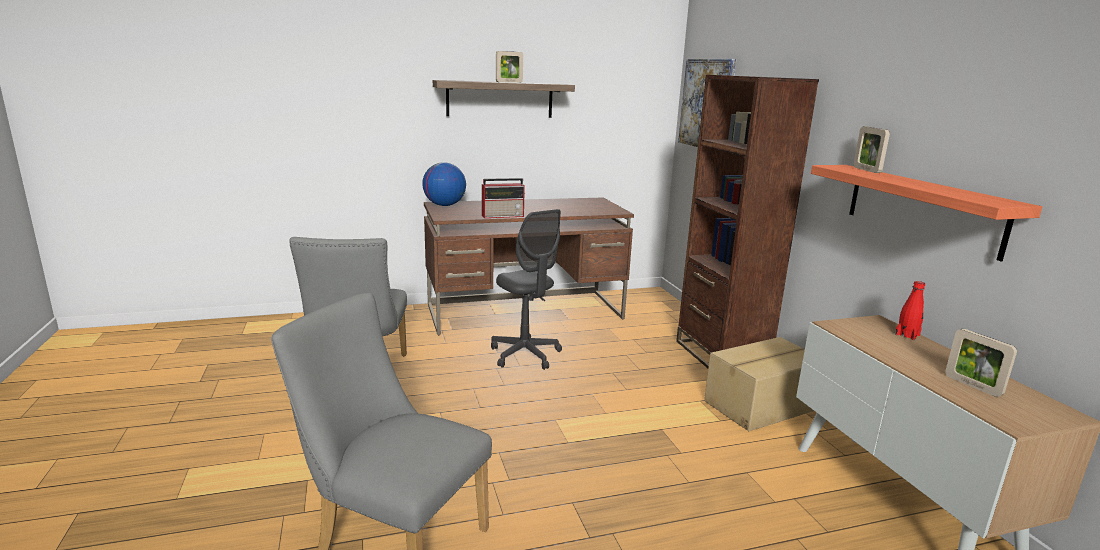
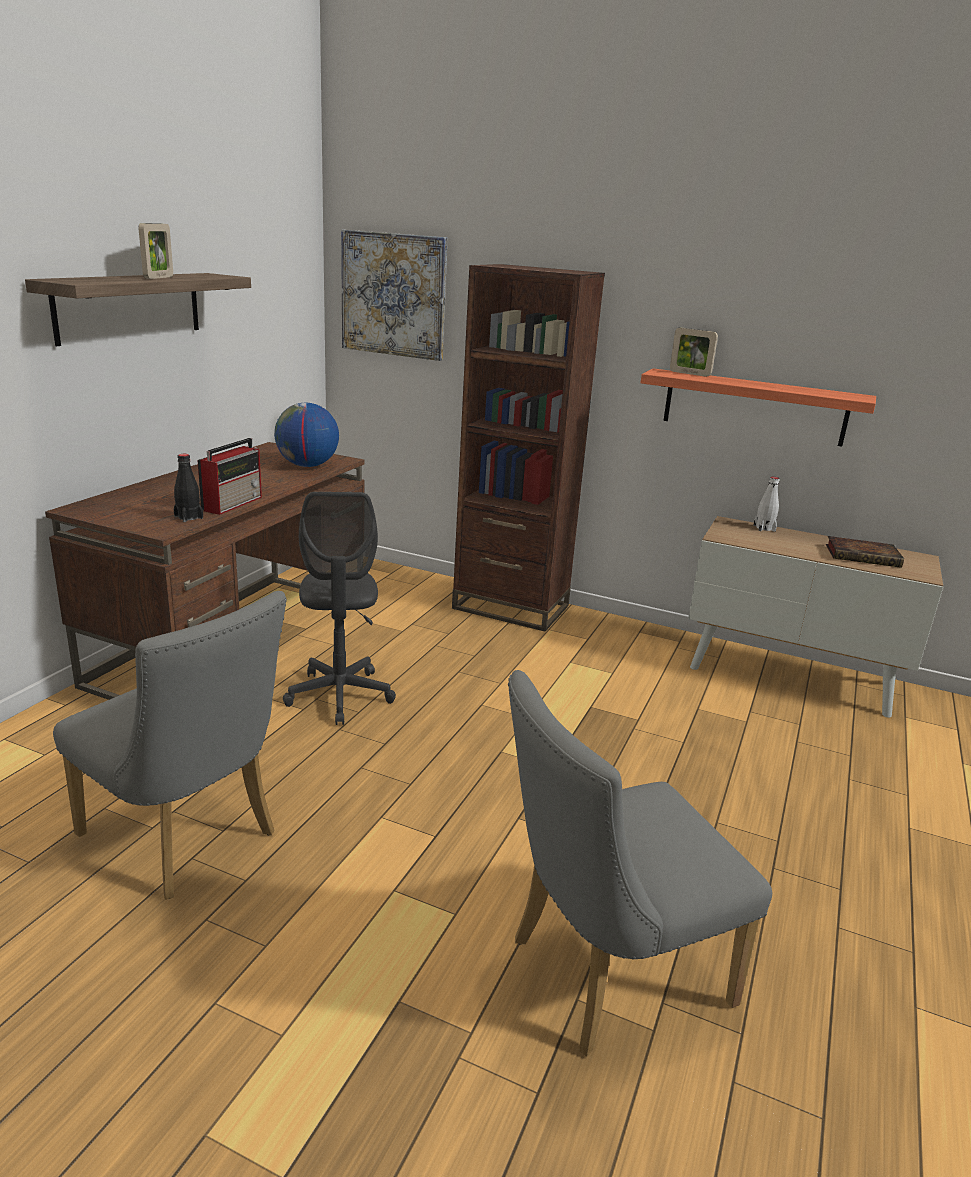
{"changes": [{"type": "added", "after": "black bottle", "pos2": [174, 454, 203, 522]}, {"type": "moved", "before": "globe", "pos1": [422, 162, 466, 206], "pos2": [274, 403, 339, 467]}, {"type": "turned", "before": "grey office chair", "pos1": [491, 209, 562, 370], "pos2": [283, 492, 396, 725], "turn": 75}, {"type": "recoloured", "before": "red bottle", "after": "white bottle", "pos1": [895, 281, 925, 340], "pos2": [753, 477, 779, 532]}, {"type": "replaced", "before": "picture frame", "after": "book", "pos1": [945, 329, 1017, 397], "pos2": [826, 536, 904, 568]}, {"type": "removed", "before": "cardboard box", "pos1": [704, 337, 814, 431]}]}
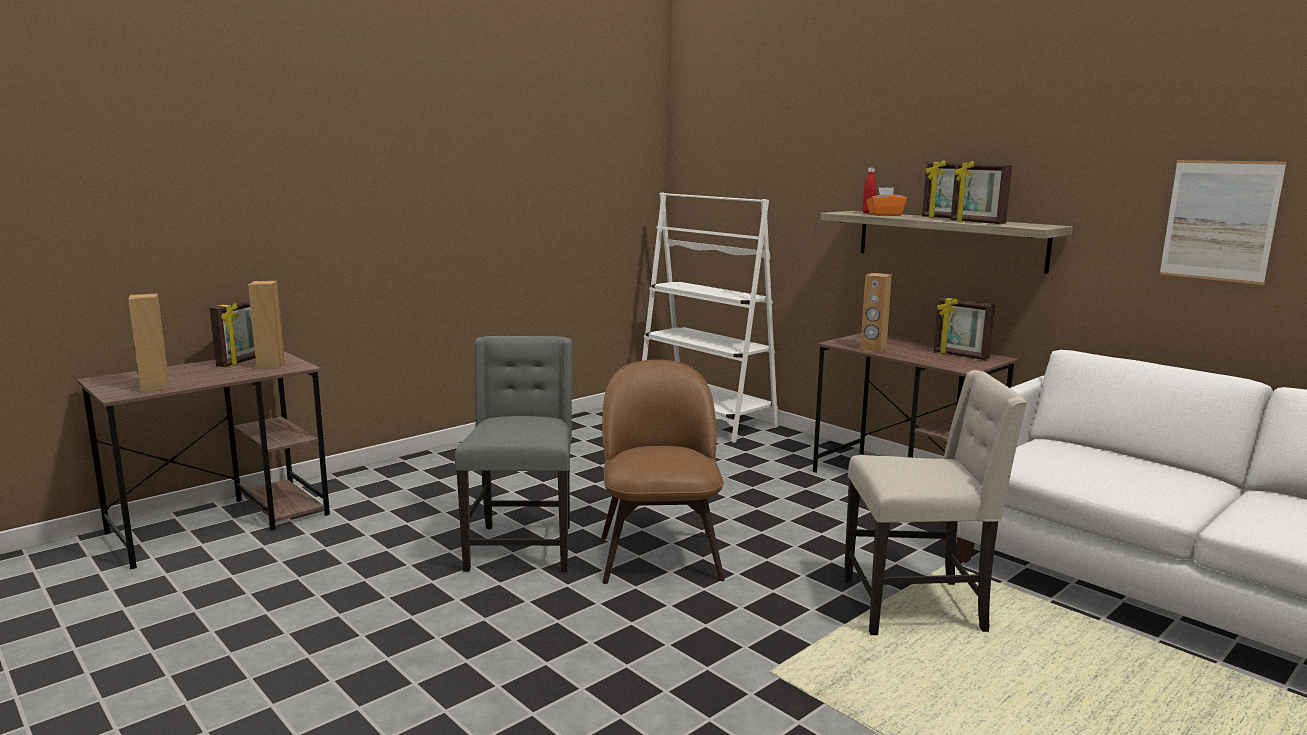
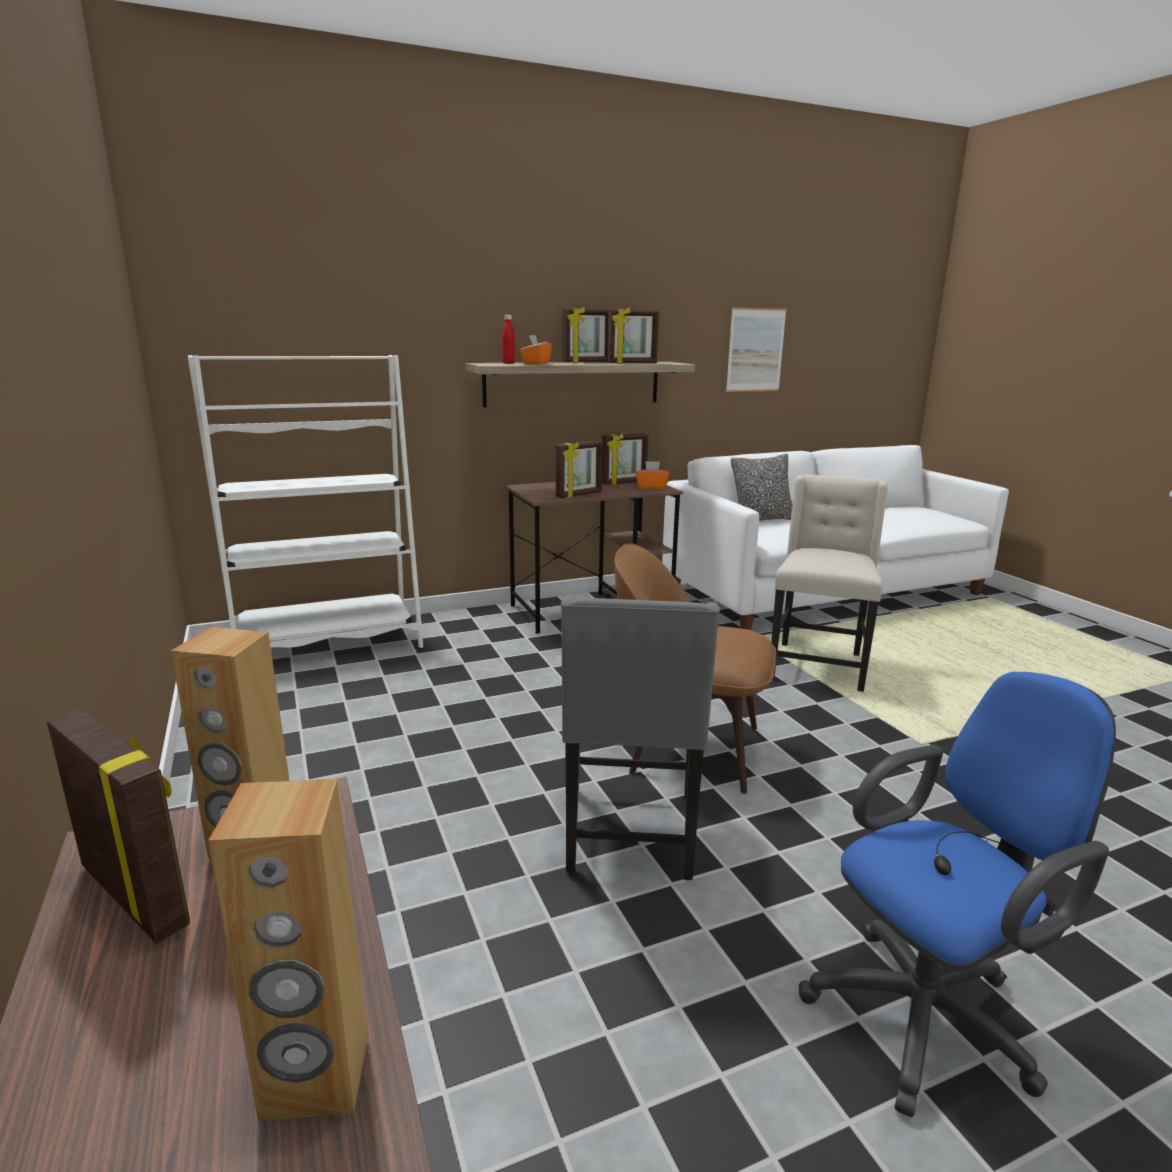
{"changes": [{"type": "replaced", "before": "brown speaker", "after": "picture frame", "pos1": [860, 273, 892, 353], "pos2": [556, 440, 603, 498]}, {"type": "turned", "before": "grey chair", "pos1": [455, 336, 572, 572], "pos2": [561, 597, 720, 880], "turn": -105}, {"type": "added", "after": "orange tissue box", "pos2": [636, 461, 669, 489]}, {"type": "added", "after": "pillow", "pos2": [731, 454, 793, 521]}, {"type": "added", "after": "blue office chair", "pos2": [799, 672, 1116, 1117]}]}
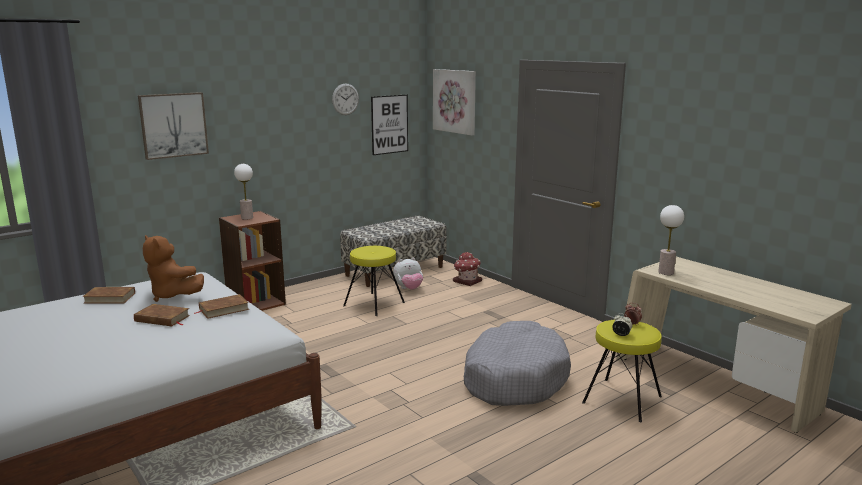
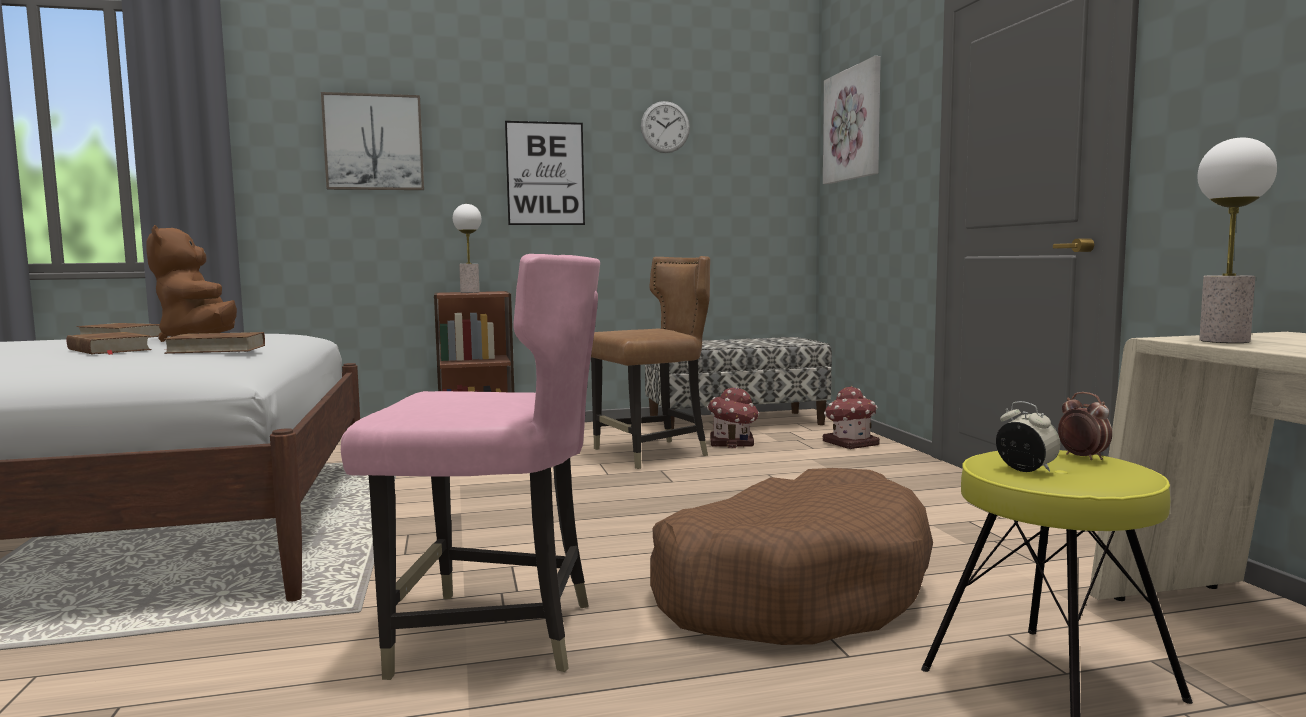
{"changes": [{"type": "added", "after": "pink chair", "pos2": [341, 254, 600, 680]}, {"type": "moved", "before": "picture", "pos1": [371, 94, 408, 155], "pos2": [505, 121, 585, 225]}, {"type": "replaced", "before": "yellow stool", "after": "brown chair", "pos1": [343, 246, 405, 316], "pos2": [591, 256, 710, 469]}, {"type": "recoloured", "before": "grey dog bed", "after": "brown dog bed", "pos1": [464, 321, 571, 406], "pos2": [650, 468, 933, 645]}, {"type": "replaced", "before": "plush toy", "after": "toy house", "pos1": [393, 257, 423, 290], "pos2": [707, 387, 759, 448]}]}
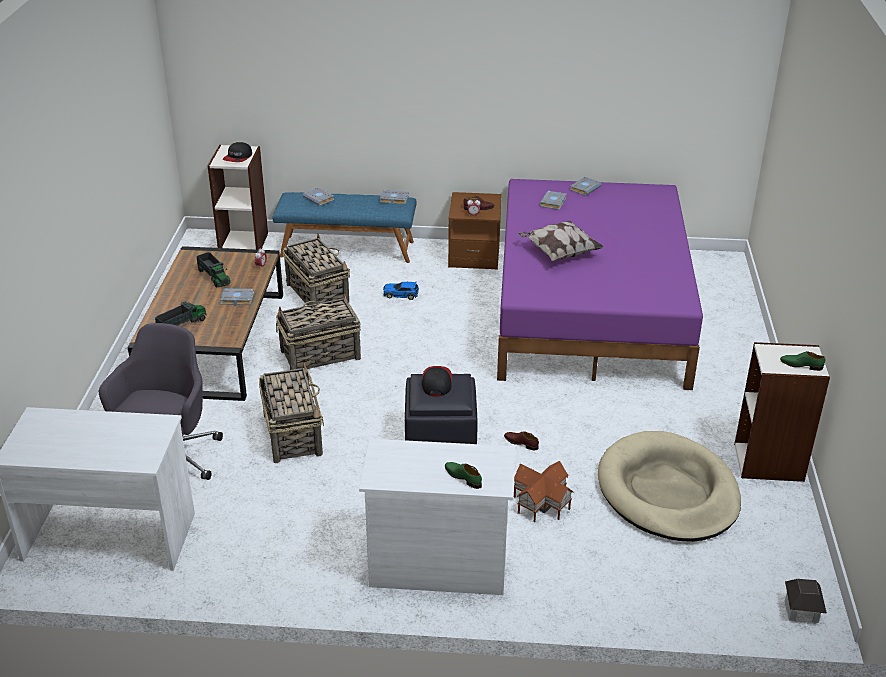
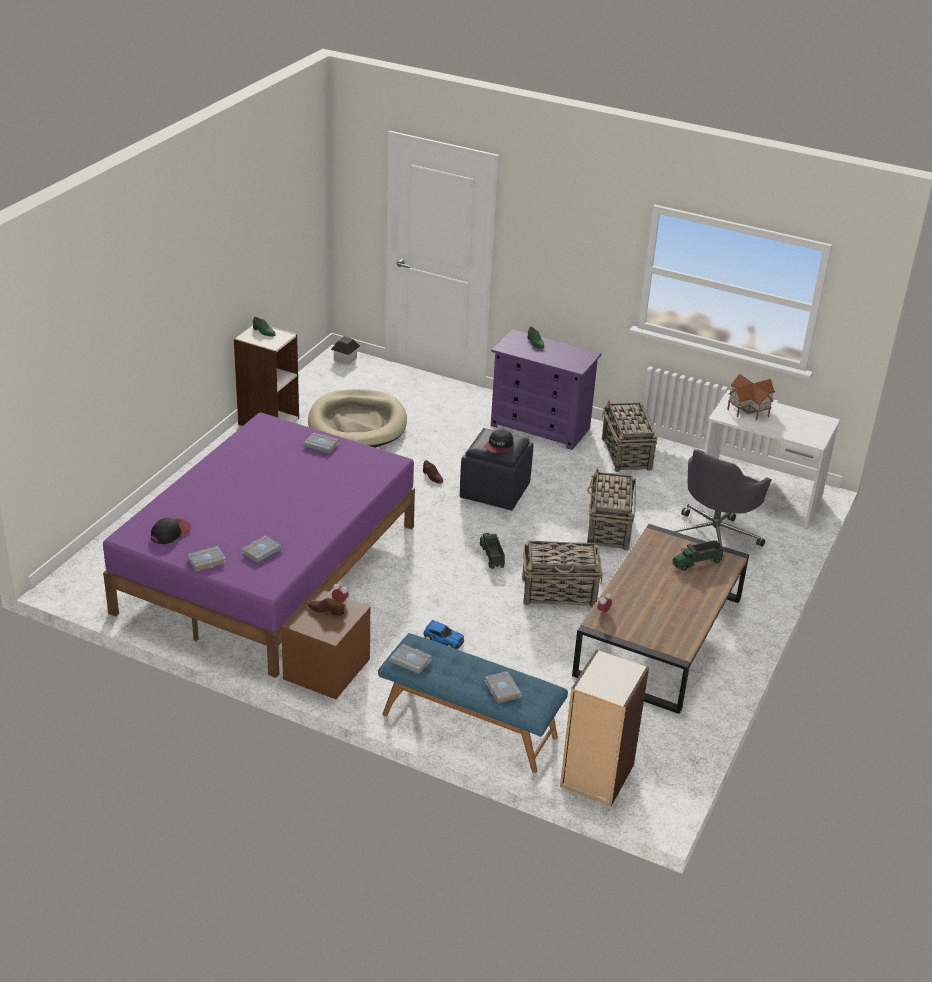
{"changes": [{"type": "moved", "before": "cap", "pos1": [223, 142, 252, 162], "pos2": [151, 518, 191, 544]}, {"type": "moved", "before": "grey book", "pos1": [220, 288, 254, 305], "pos2": [303, 433, 339, 454]}, {"type": "moved", "before": "toy truck", "pos1": [197, 252, 231, 288], "pos2": [480, 533, 505, 569]}, {"type": "recoloured", "before": "white dresser", "after": "purple dresser", "pos1": [359, 439, 515, 595], "pos2": [491, 329, 602, 450]}, {"type": "moved", "before": "basket", "pos1": [283, 233, 350, 306], "pos2": [602, 401, 658, 472]}, {"type": "moved", "before": "toy house", "pos1": [514, 461, 573, 522], "pos2": [727, 374, 775, 421]}, {"type": "removed", "before": "pillow", "pos1": [518, 221, 604, 261]}]}
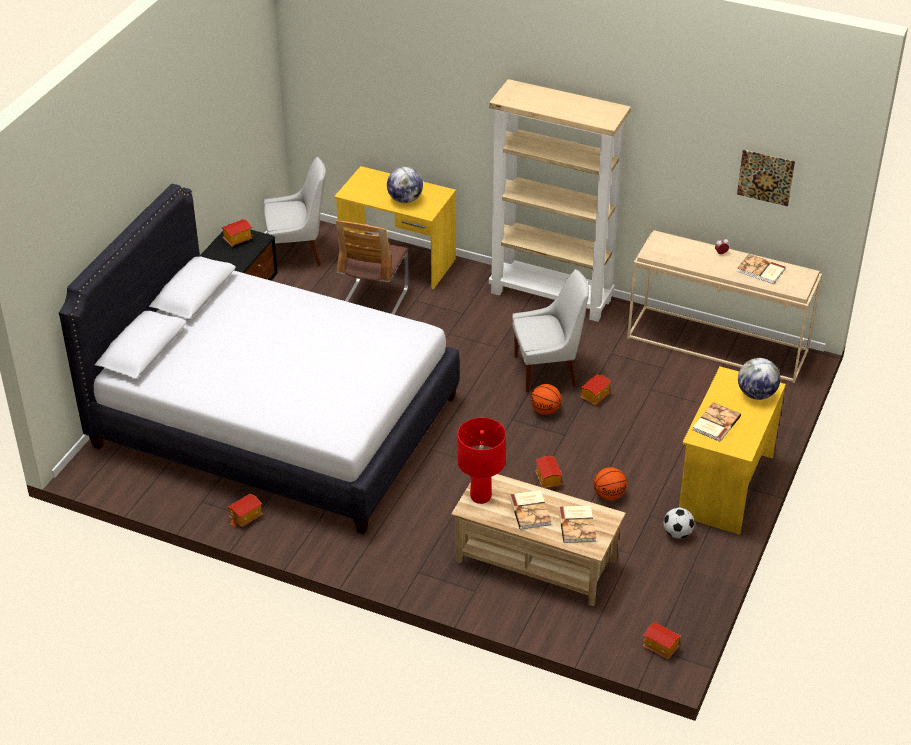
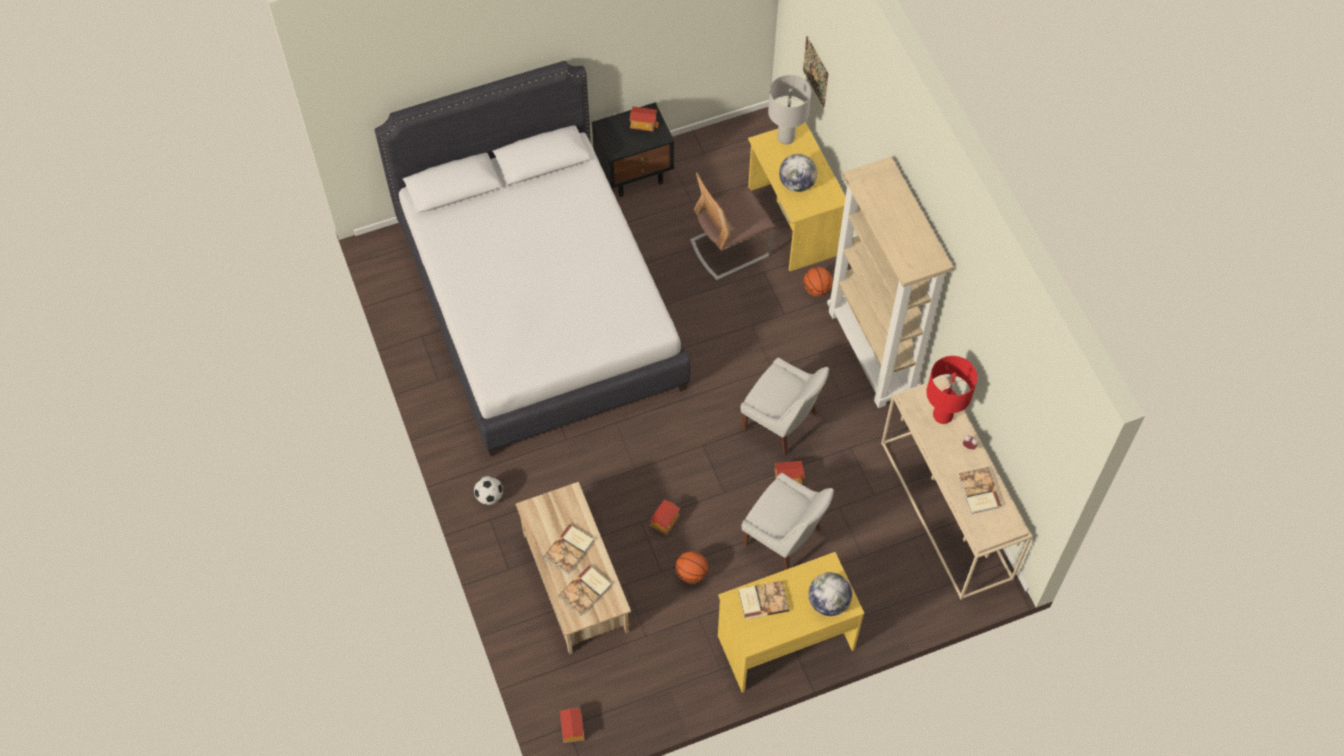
{"changes": [{"type": "moved", "before": "football", "pos1": [663, 508, 695, 538], "pos2": [474, 476, 503, 505]}, {"type": "moved", "before": "white chair", "pos1": [264, 157, 326, 266], "pos2": [742, 473, 834, 570]}, {"type": "added", "after": "grey table lamp", "pos2": [768, 75, 811, 145]}, {"type": "moved", "before": "picture", "pos1": [737, 150, 795, 206], "pos2": [803, 36, 828, 107]}, {"type": "moved", "before": "basketball", "pos1": [530, 384, 562, 415], "pos2": [803, 267, 833, 297]}, {"type": "moved", "before": "red table lamp", "pos1": [458, 418, 506, 504], "pos2": [926, 356, 977, 424]}, {"type": "removed", "before": "toy house", "pos1": [228, 494, 263, 528]}]}
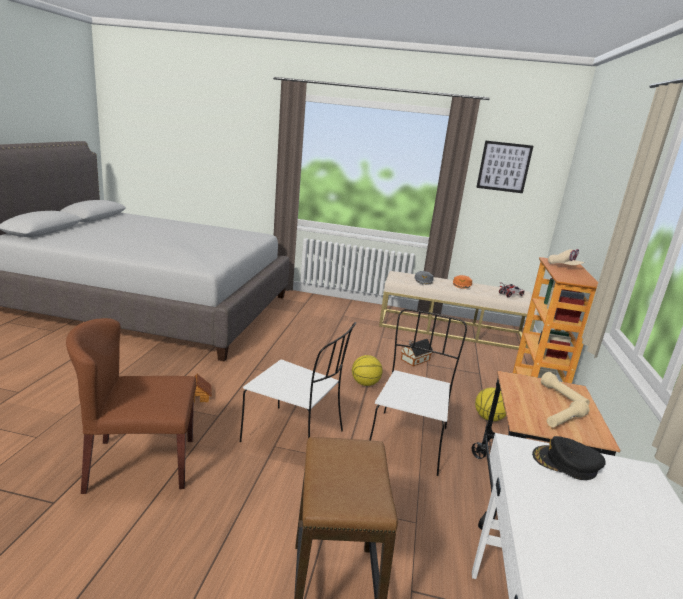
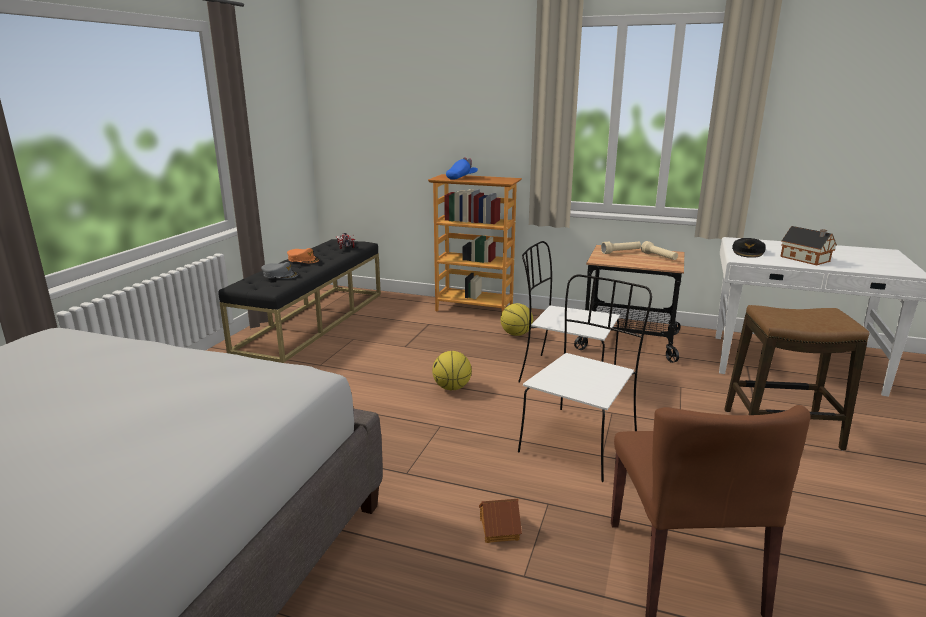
{"changes": [{"type": "recoloured", "before": "beige bench", "after": "black bench", "pos1": [379, 271, 538, 350], "pos2": [219, 239, 381, 363]}, {"type": "recoloured", "before": "beige cap", "after": "blue cap", "pos1": [548, 249, 585, 265], "pos2": [446, 157, 478, 180]}, {"type": "moved", "before": "toy house", "pos1": [401, 338, 433, 367], "pos2": [780, 226, 837, 265]}, {"type": "removed", "before": "picture", "pos1": [476, 141, 533, 193]}]}
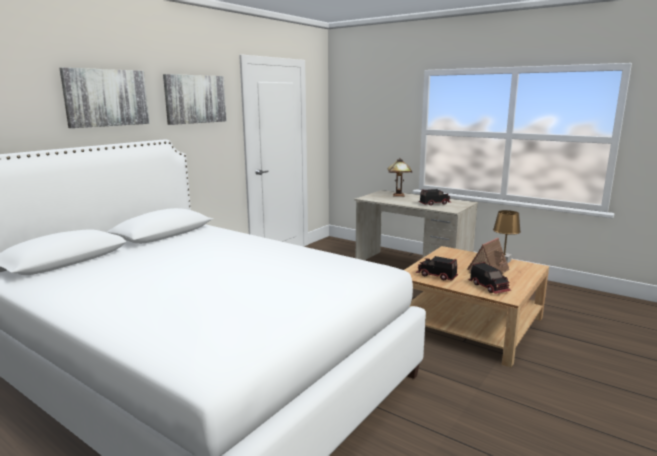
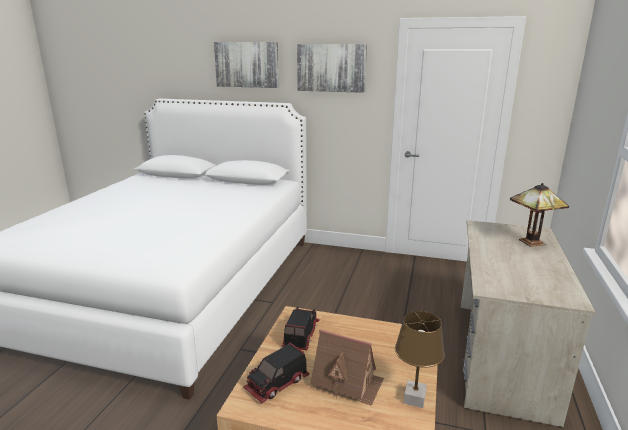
{"changes": [{"type": "removed", "before": "toy truck", "pos1": [419, 189, 452, 206]}]}
